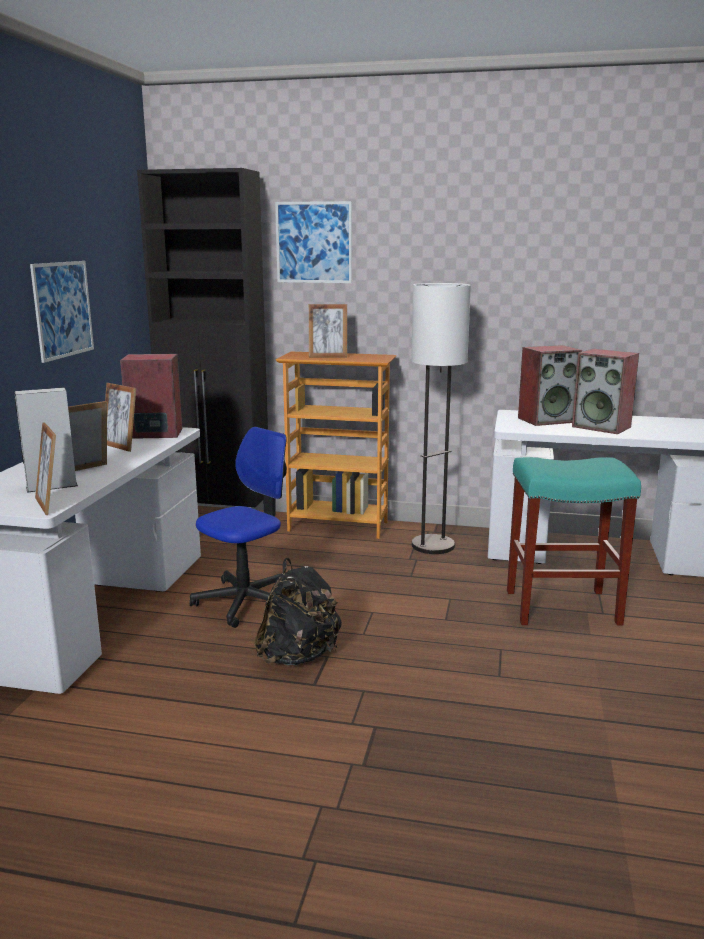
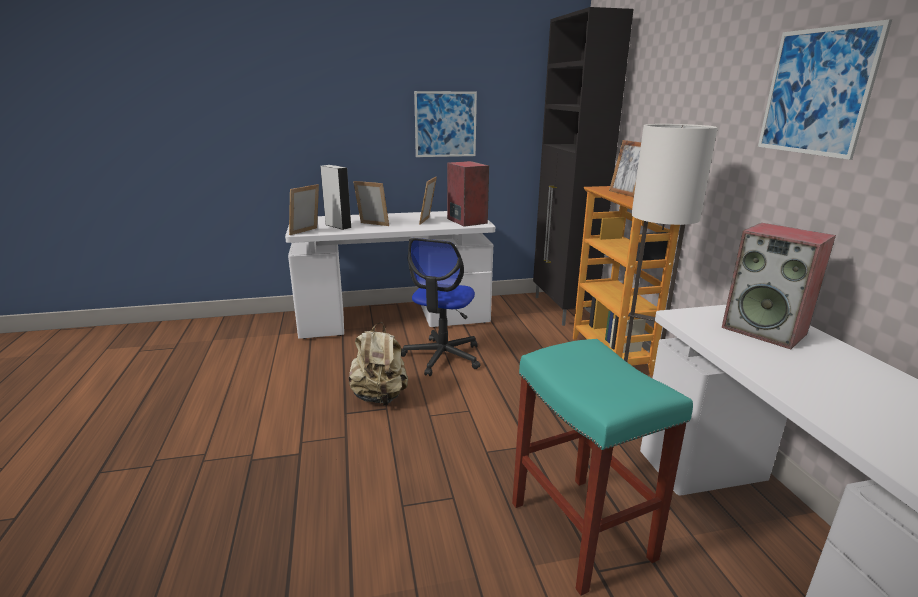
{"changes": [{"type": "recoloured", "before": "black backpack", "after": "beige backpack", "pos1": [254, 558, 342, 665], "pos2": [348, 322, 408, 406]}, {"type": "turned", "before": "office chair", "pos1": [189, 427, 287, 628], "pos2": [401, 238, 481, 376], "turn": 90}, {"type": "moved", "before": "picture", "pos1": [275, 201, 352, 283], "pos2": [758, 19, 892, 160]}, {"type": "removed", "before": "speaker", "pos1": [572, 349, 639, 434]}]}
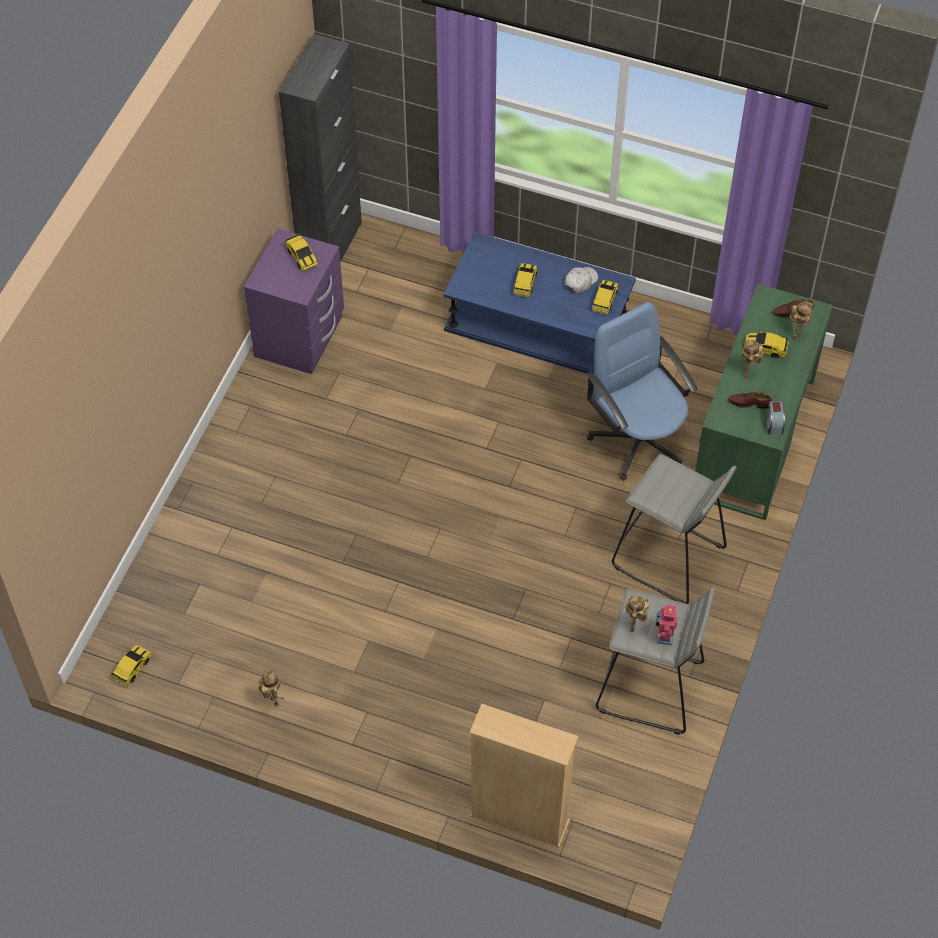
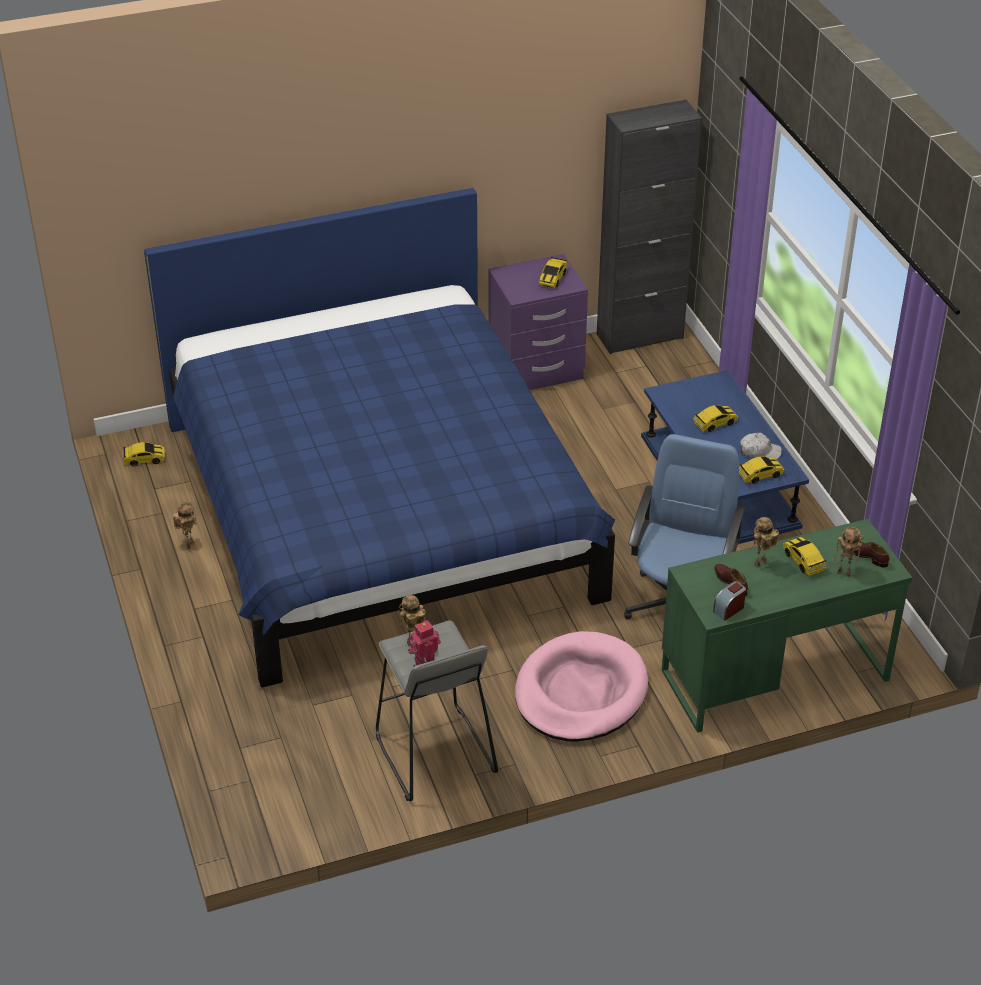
{"changes": [{"type": "added", "after": "blue bed", "pos2": [144, 188, 615, 688]}, {"type": "replaced", "before": "grey stool", "after": "pink dog bed", "pos1": [612, 454, 736, 604], "pos2": [515, 631, 648, 742]}, {"type": "removed", "before": "beige bookcase", "pos1": [470, 704, 578, 848]}]}
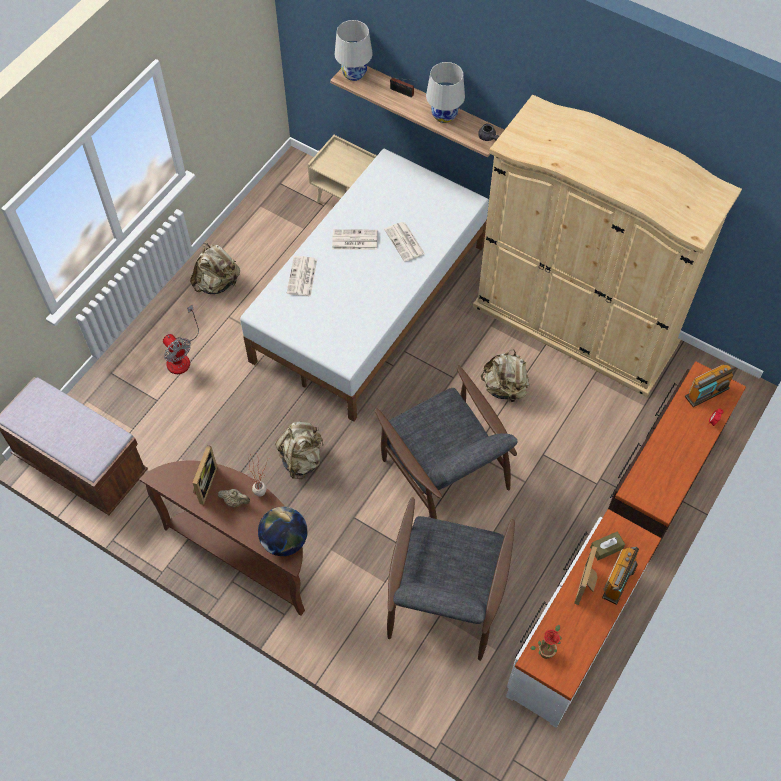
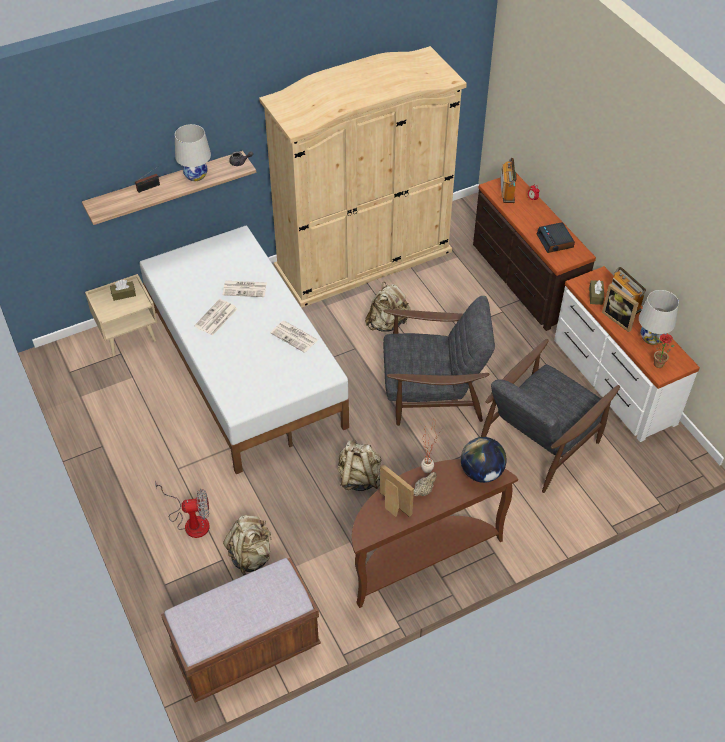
{"changes": [{"type": "added", "after": "brown tissue box", "pos2": [110, 280, 136, 301]}, {"type": "moved", "before": "beige backpack", "pos1": [190, 243, 240, 294], "pos2": [223, 515, 272, 575]}, {"type": "moved", "before": "newspaper", "pos1": [287, 256, 317, 297], "pos2": [271, 321, 318, 353]}, {"type": "turned", "before": "grey armchair", "pos1": [387, 497, 515, 661], "pos2": [481, 339, 620, 493], "turn": 90}, {"type": "added", "after": "alarm clock", "pos2": [536, 222, 575, 253]}, {"type": "moved", "before": "white table lamp", "pos1": [335, 20, 373, 81], "pos2": [639, 290, 679, 345]}]}
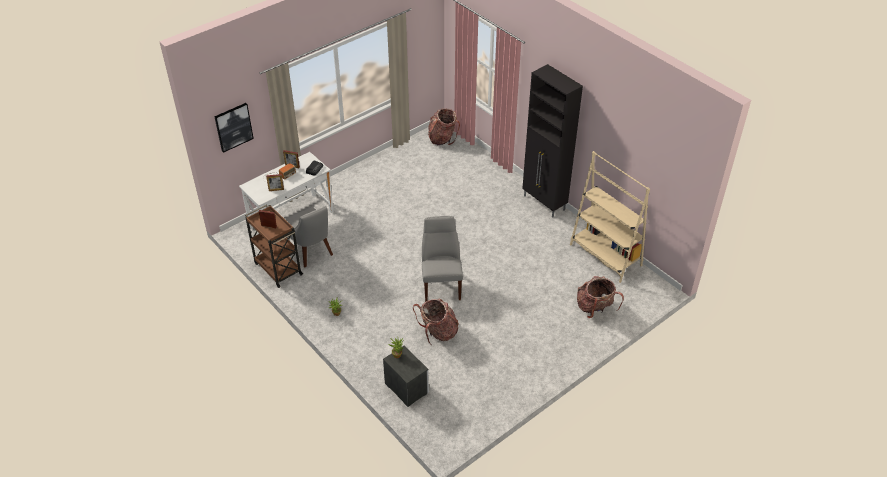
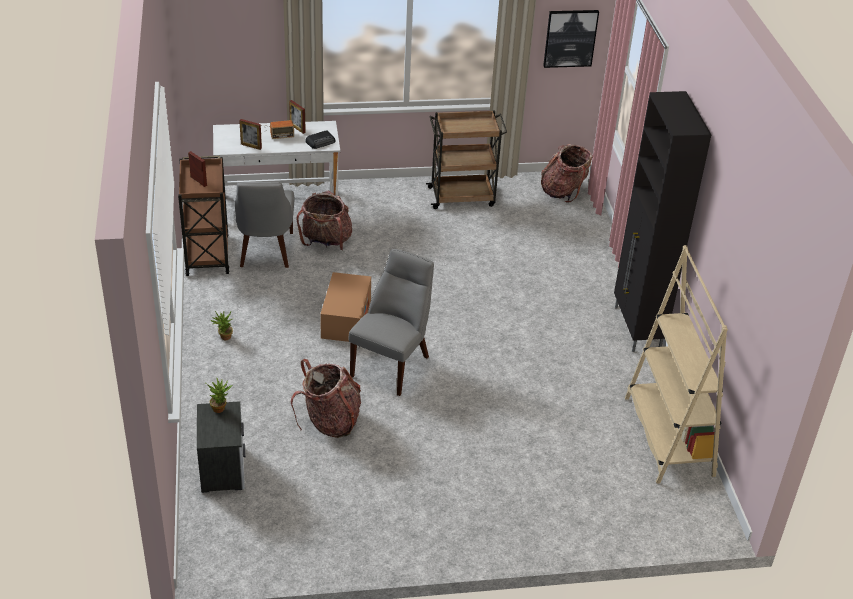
{"changes": [{"type": "moved", "before": "backpack", "pos1": [577, 276, 624, 318], "pos2": [296, 191, 352, 251]}, {"type": "added", "after": "cardboard box", "pos2": [320, 272, 371, 342]}, {"type": "added", "after": "brown cart", "pos2": [426, 111, 507, 209]}, {"type": "moved", "before": "picture", "pos1": [214, 103, 254, 153], "pos2": [543, 10, 599, 68]}]}
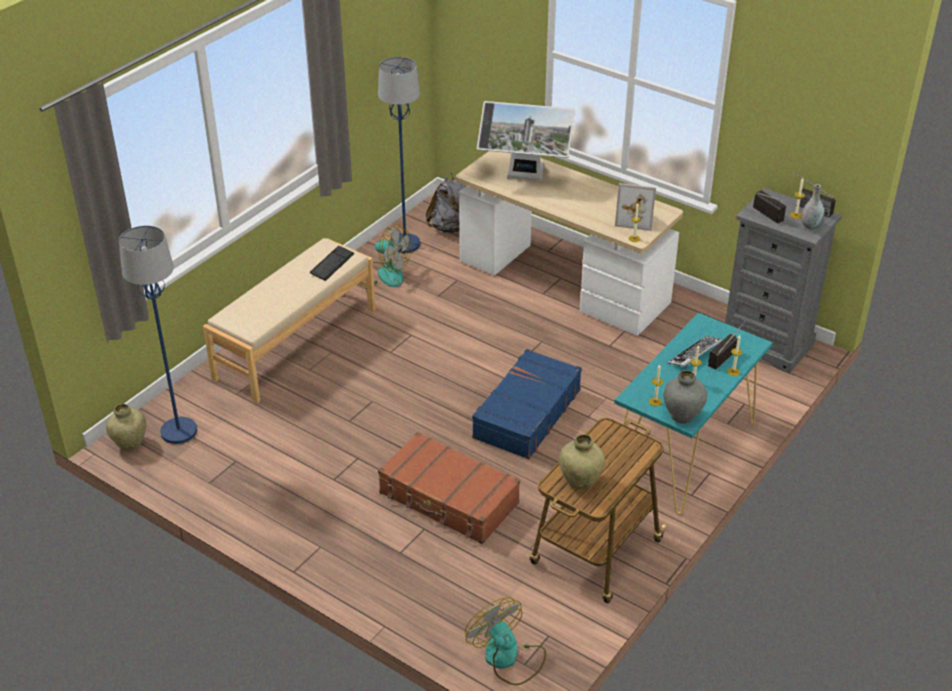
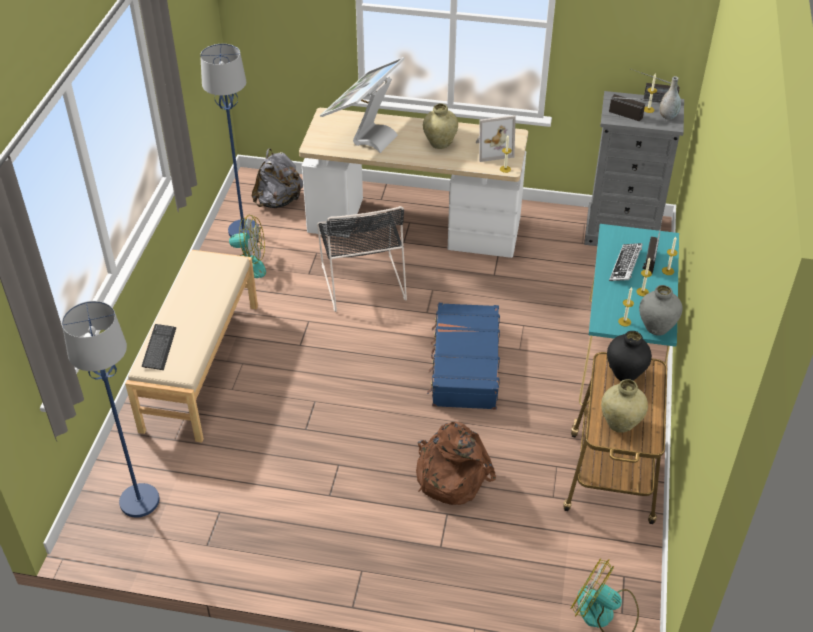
{"changes": [{"type": "moved", "before": "keyboard", "pos1": [310, 246, 355, 281], "pos2": [142, 324, 176, 370]}, {"type": "added", "after": "black chair", "pos2": [317, 206, 407, 312]}, {"type": "turned", "before": "monitor", "pos1": [477, 101, 575, 181], "pos2": [320, 57, 405, 153], "turn": 135}, {"type": "replaced", "before": "brown suitcase", "after": "brown backpack", "pos1": [378, 432, 520, 544], "pos2": [416, 422, 496, 505]}, {"type": "moved", "before": "beige vase", "pos1": [106, 404, 146, 451], "pos2": [423, 104, 458, 149]}, {"type": "added", "after": "black vase", "pos2": [607, 331, 652, 381]}]}
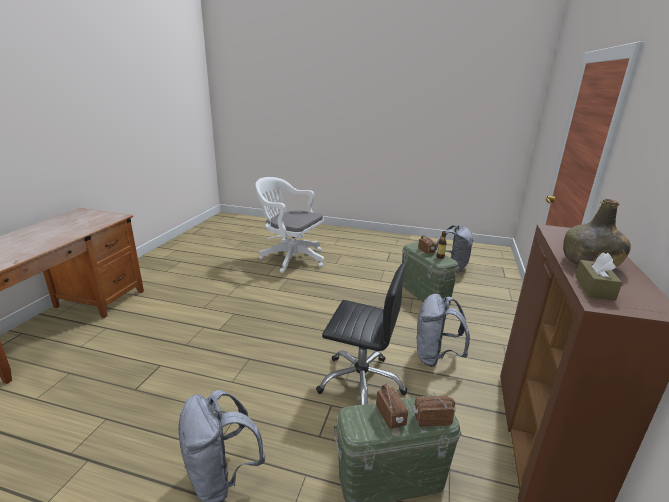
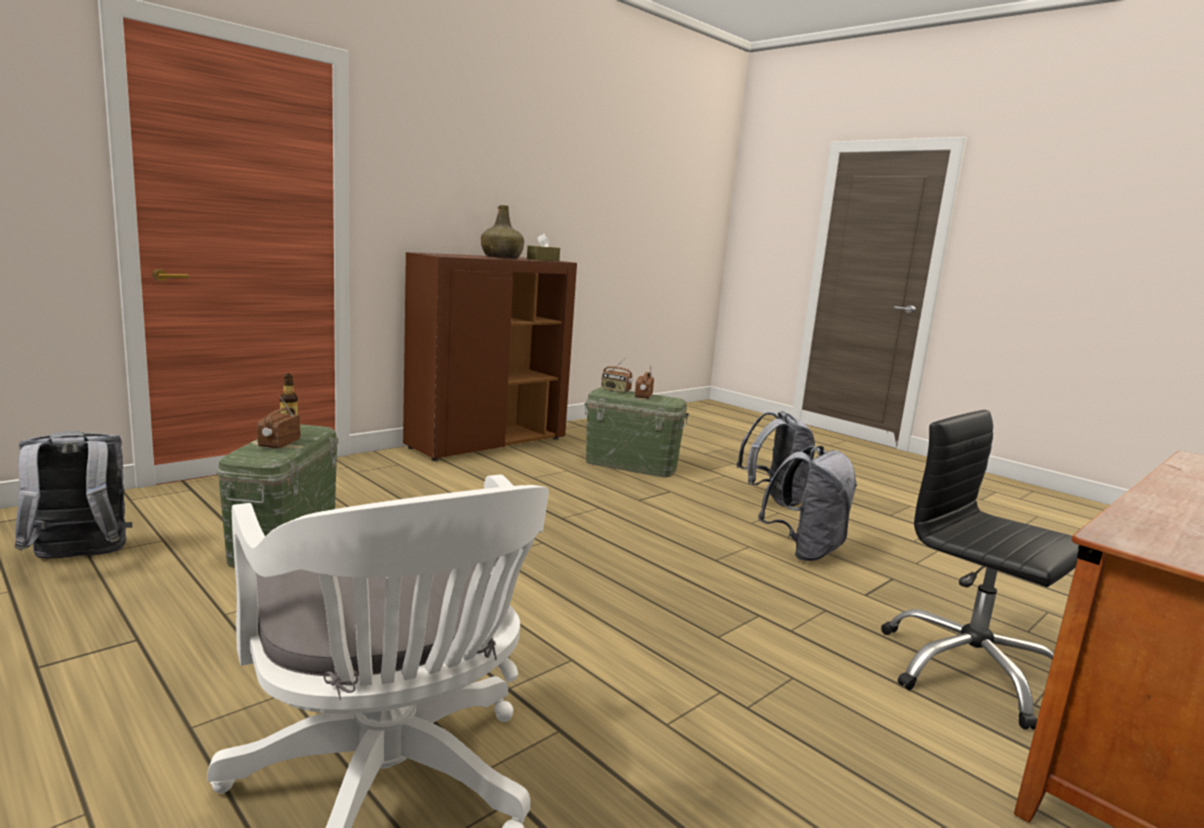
{"changes": [{"type": "moved", "before": "grey backpack", "pos1": [416, 293, 470, 367], "pos2": [758, 446, 857, 561]}, {"type": "moved", "before": "black office chair", "pos1": [316, 263, 407, 405], "pos2": [881, 410, 1079, 729]}]}
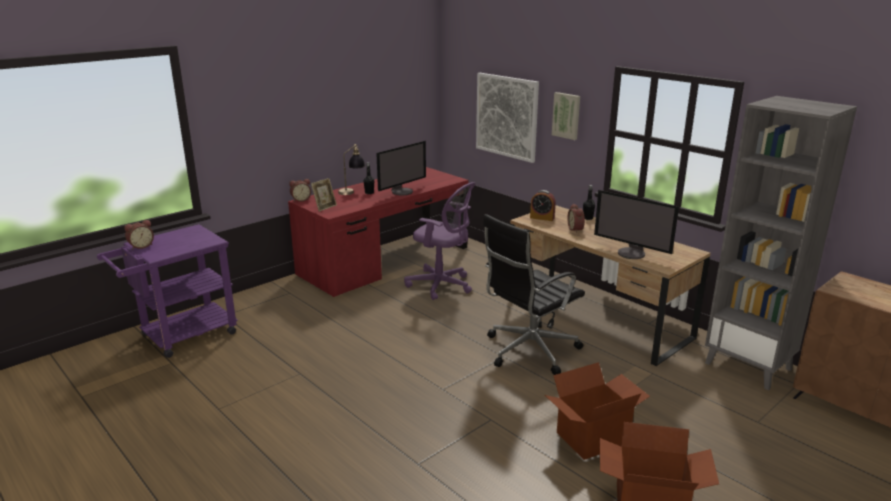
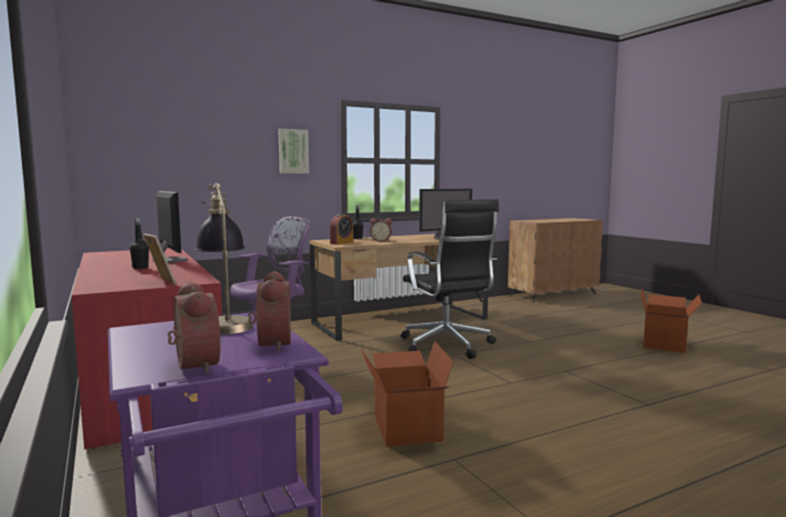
{"changes": [{"type": "moved", "before": "table lamp", "pos1": [338, 144, 365, 195], "pos2": [195, 183, 253, 334]}, {"type": "moved", "before": "alarm clock", "pos1": [289, 179, 311, 202], "pos2": [248, 271, 291, 352]}, {"type": "moved", "before": "cardboard box", "pos1": [545, 362, 650, 460], "pos2": [360, 341, 454, 447]}, {"type": "removed", "before": "picture", "pos1": [476, 73, 539, 163]}, {"type": "removed", "before": "grey bookcase", "pos1": [705, 96, 857, 390]}]}
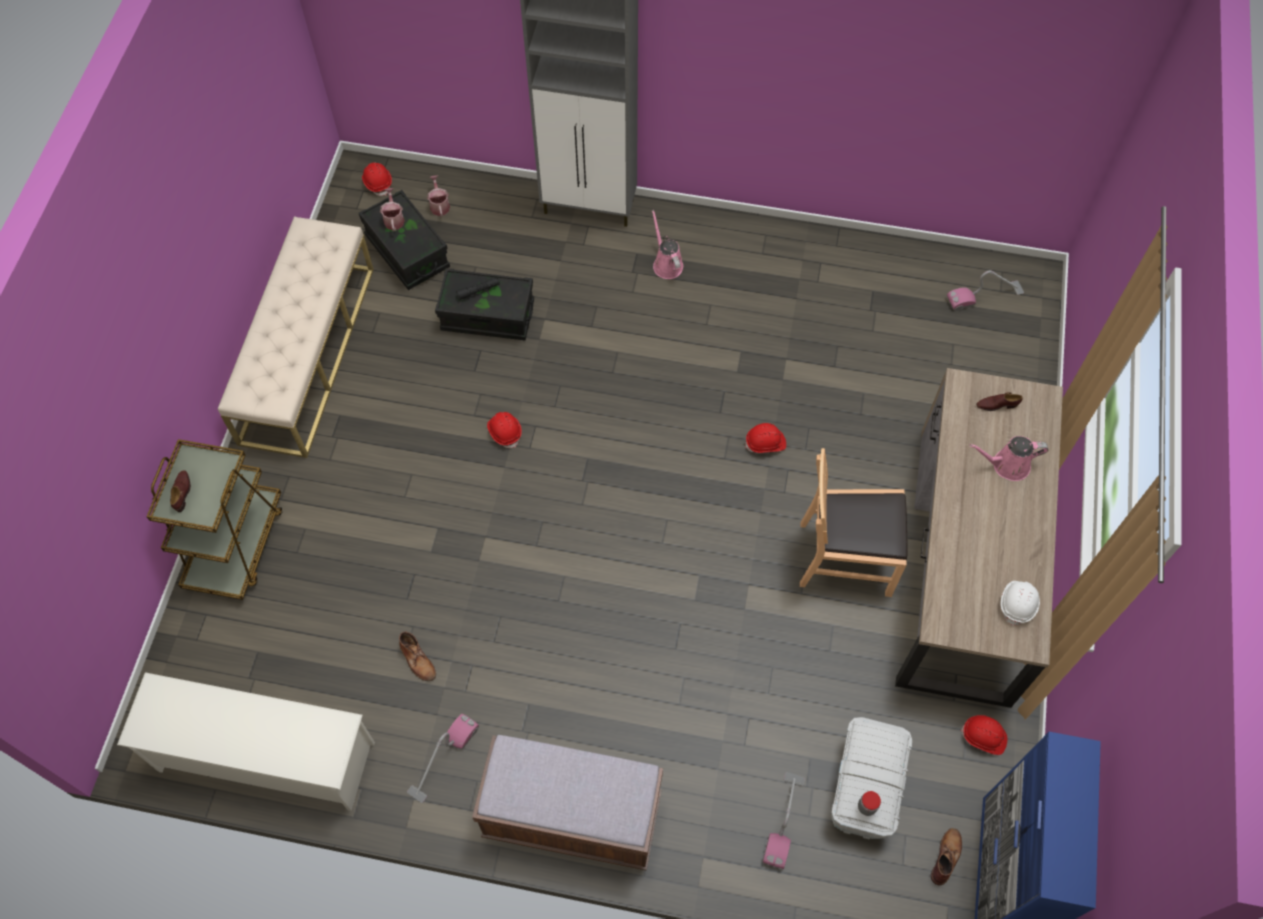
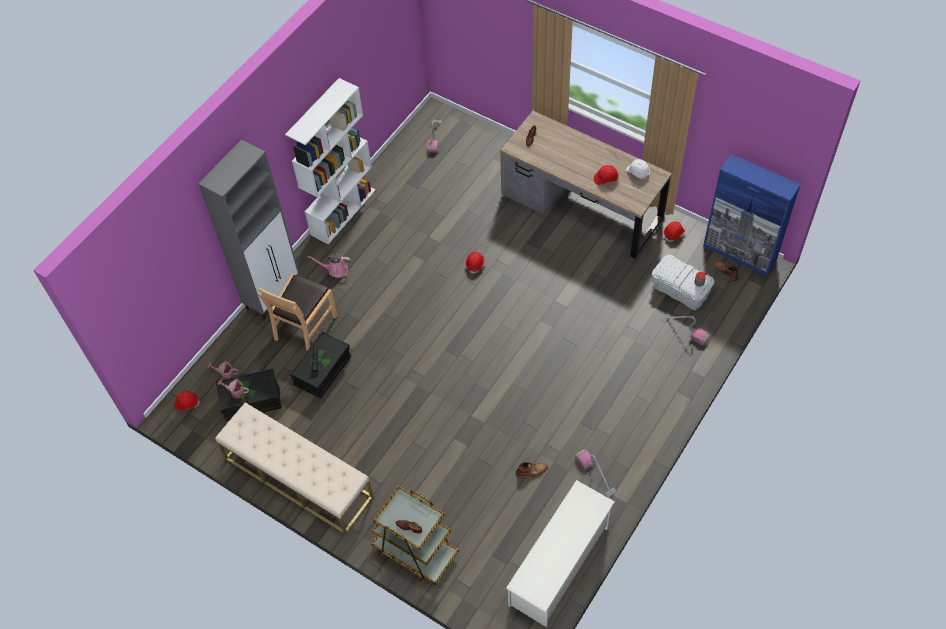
{"changes": [{"type": "moved", "before": "brown chair", "pos1": [800, 448, 907, 597], "pos2": [258, 274, 338, 352]}, {"type": "added", "after": "white bookcase", "pos2": [285, 78, 376, 245]}, {"type": "moved", "before": "red hard hat", "pos1": [487, 412, 522, 448], "pos2": [594, 165, 619, 185]}, {"type": "removed", "before": "brown bench", "pos1": [472, 735, 663, 871]}, {"type": "removed", "before": "pink watering can", "pos1": [970, 436, 1048, 481]}]}
